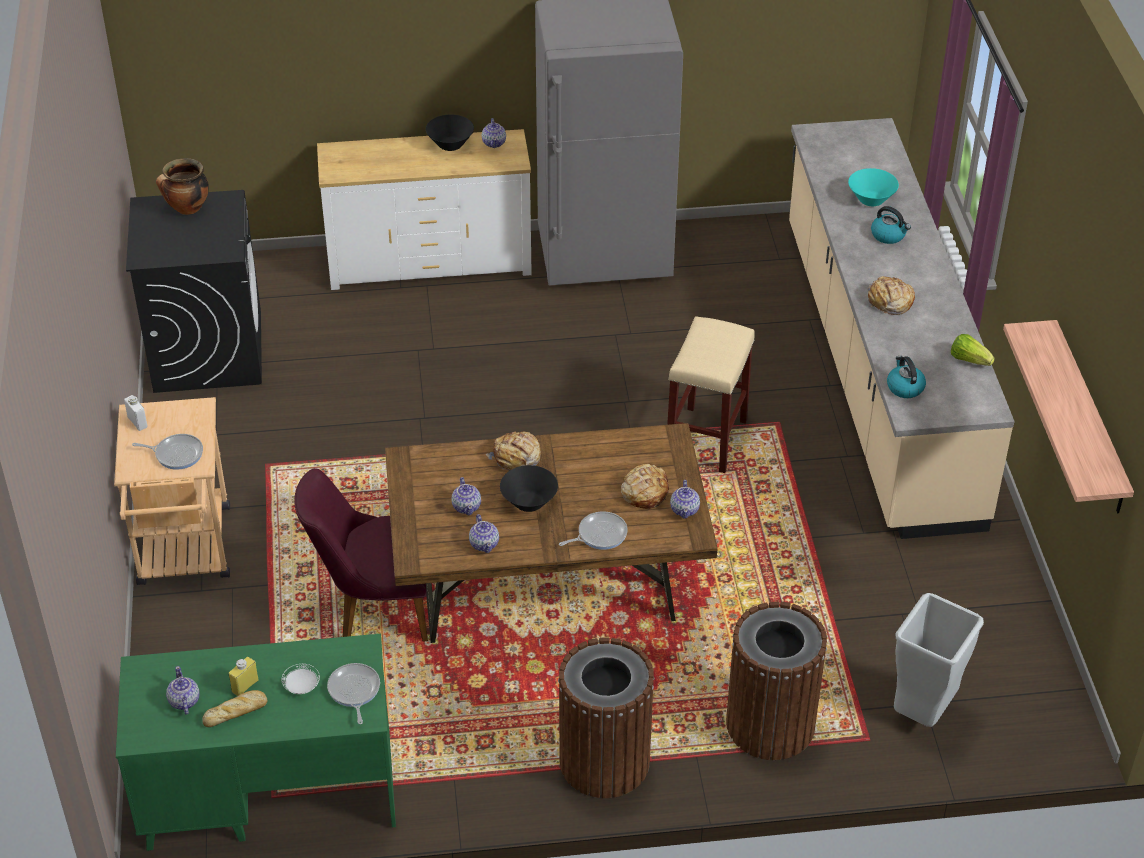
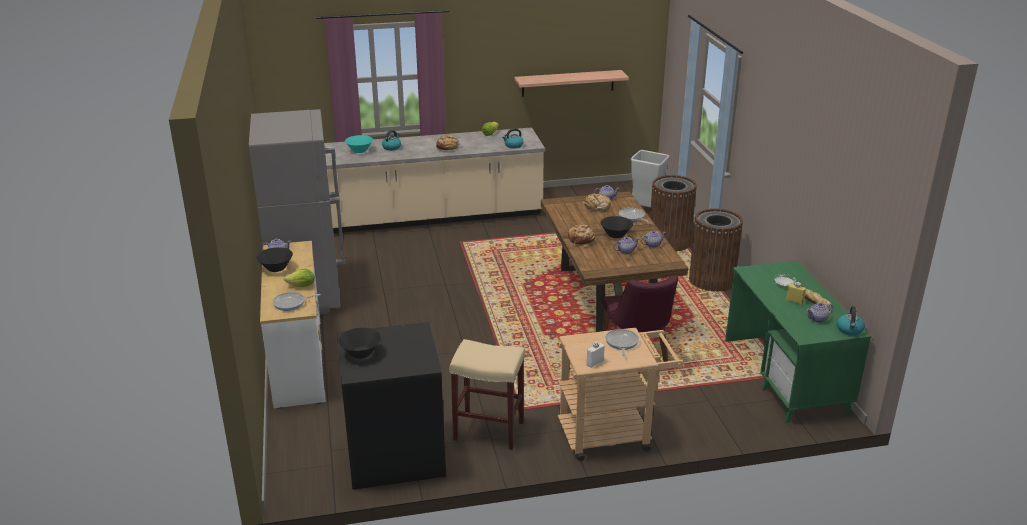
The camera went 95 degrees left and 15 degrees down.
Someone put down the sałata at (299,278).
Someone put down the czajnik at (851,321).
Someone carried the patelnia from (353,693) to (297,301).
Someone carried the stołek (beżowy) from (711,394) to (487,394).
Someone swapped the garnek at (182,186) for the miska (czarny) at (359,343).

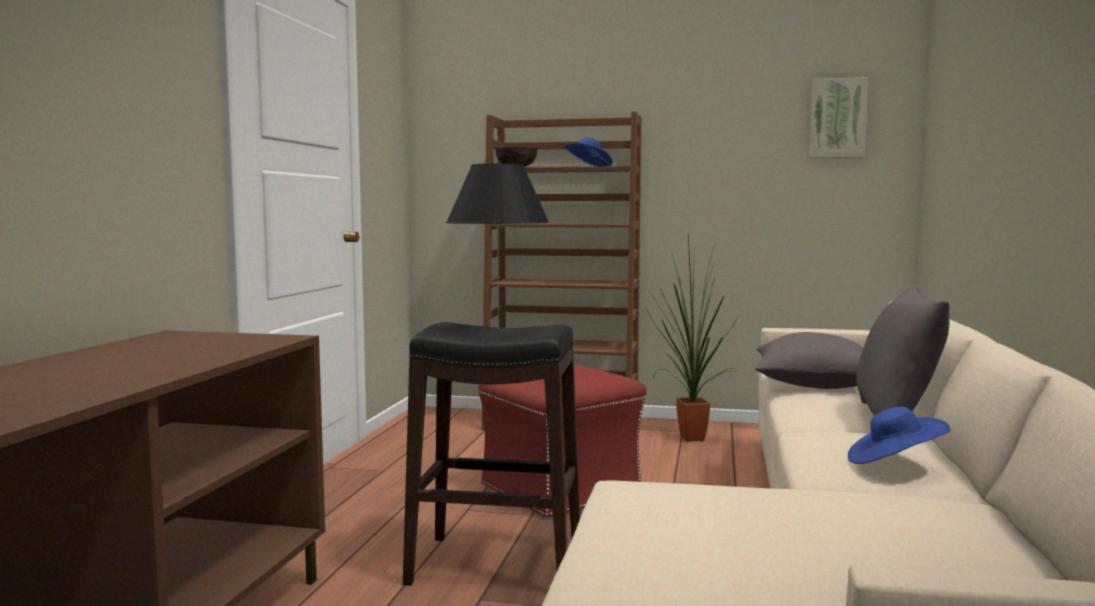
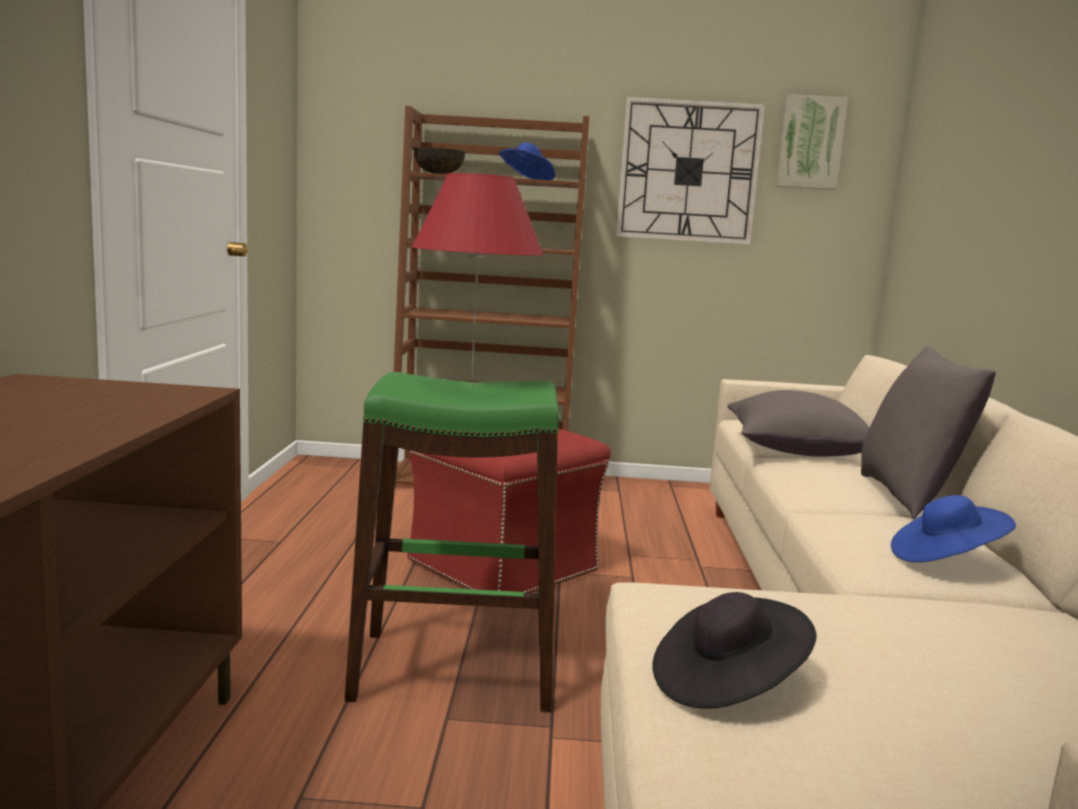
The camera went 10 degrees left and 5 degrees up.
Someone took away the roślina doniczkowa at (692,338).
Someone put up the zegar ścienny at (690,170).
Someone put down the kapelusz (czarny) at (734,650).
Someone repainted the stołek (czarny) at (491,454), which became the stołek (zielony) at (452,542).
Someone repainted the lampa stołowa (czarny) at (498,246), which became the lampa stołowa (czerwony) at (477,280).

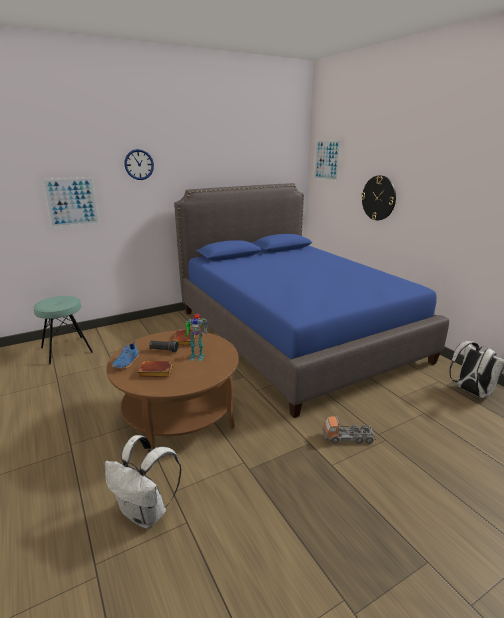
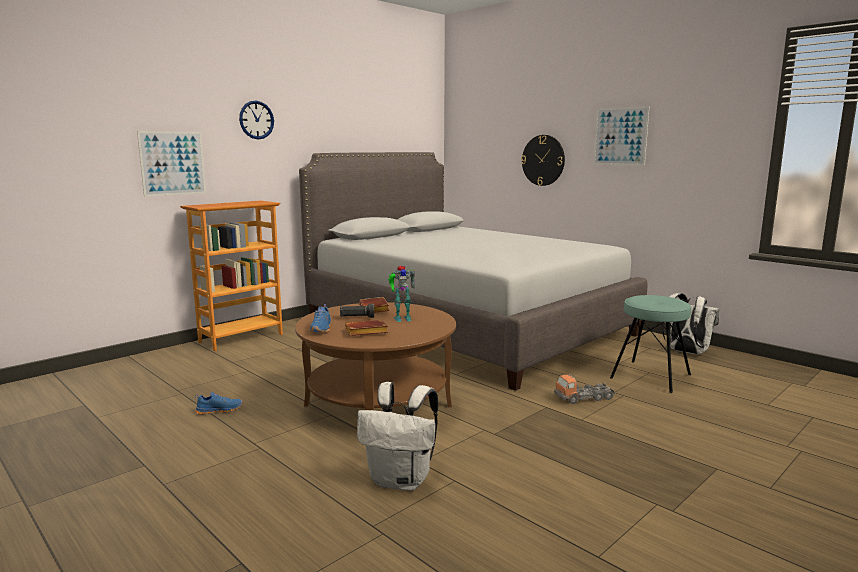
The camera went 15 degrees left and 10 degrees down.
Someone put down the regał at (231,275).
Someone put down the but (niebieski) at (219,403).
Someone carried the stołek (turkusowy) from (63,330) to (650,344).
Someone carried the obraz from (327,160) to (621,136).
Someone repainted the łóżko (niebieski) at (311,300), which became the łóżko (szary) at (473,271).

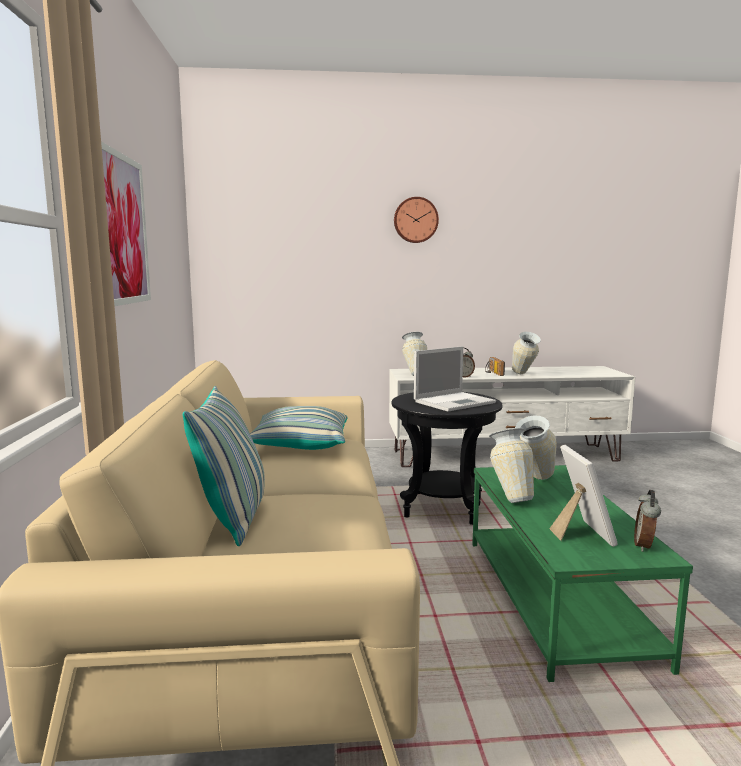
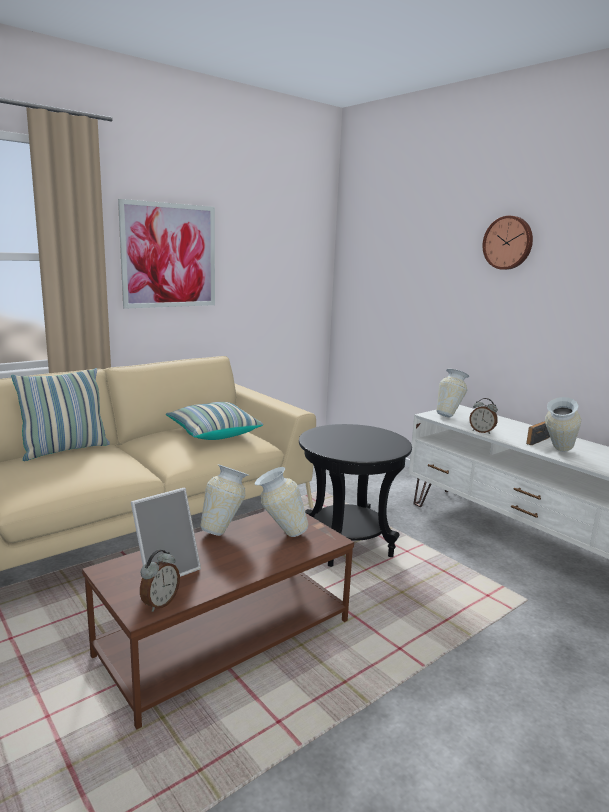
The camera went 55 degrees right and 5 degrees up.
Someone took away the laptop at (455,379).
Someone repainted the ława (zielony) at (582,573), which became the ława (brązowy) at (218,620).
Someone rotated the budzik at (647,521) by 135 degrees clockwise.

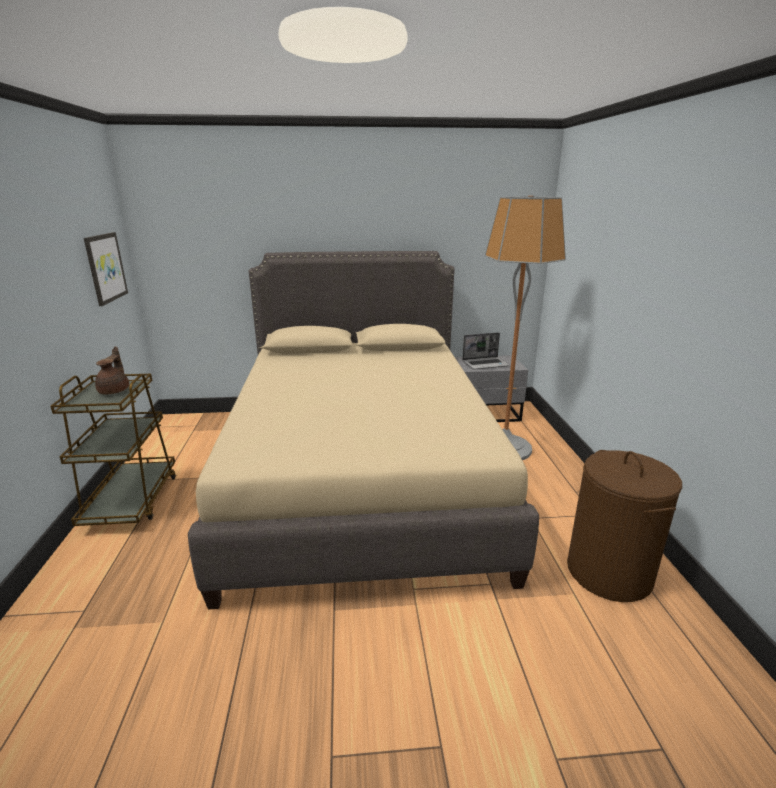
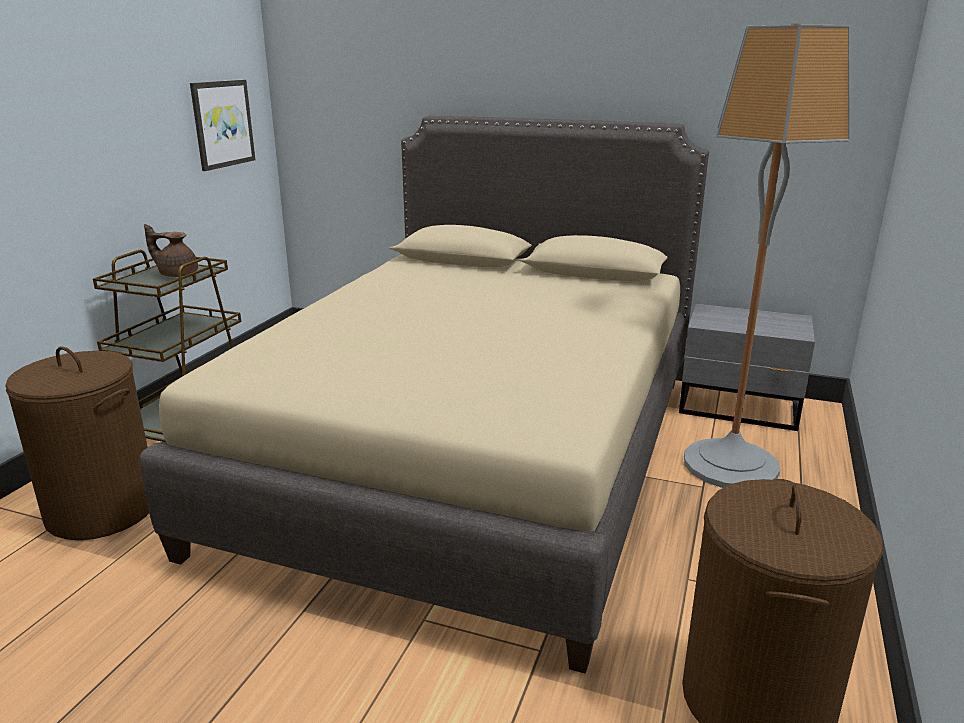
The camera went 25 degrees right and 0 degrees up.
Someone took away the laptop at (486,350).
Someone put down the kosz na pranie (brązowy) at (77,443).
Someone rotated the imbryk (brązowy) at (112,371) by 105 degrees counterclockwise.

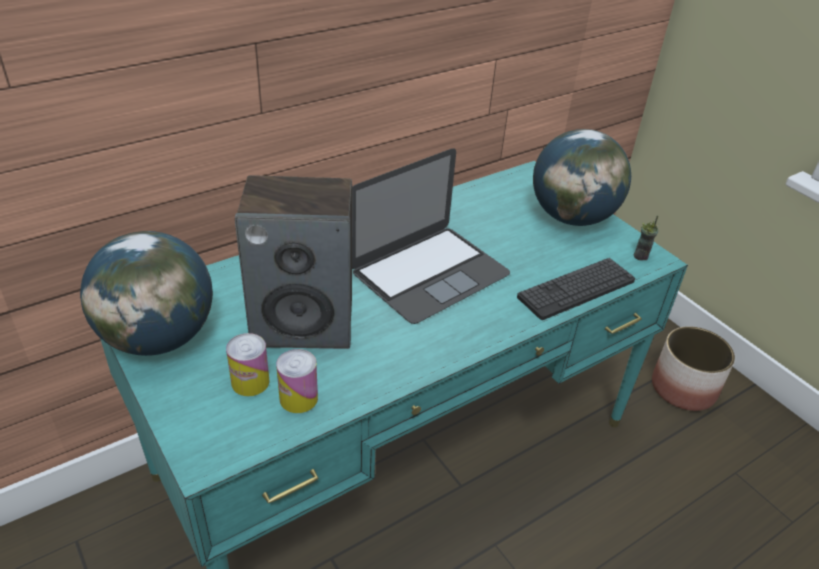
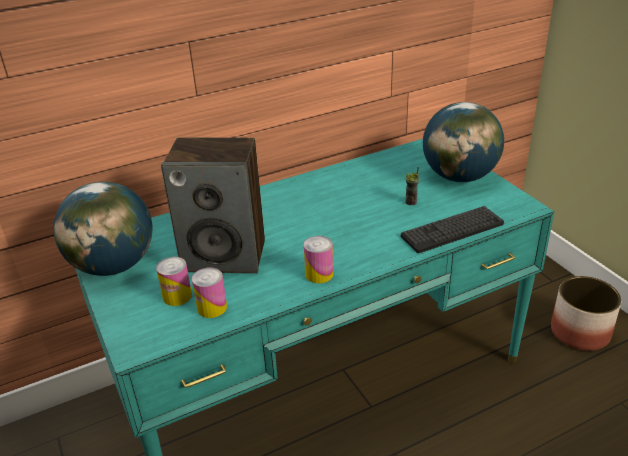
The camera went 10 degrees right and 5 degrees down.
Someone took away the laptop at (431,236).
Someone put down the puszka at (318,260).
Someone carried the filiżanka from (647,238) to (412,186).

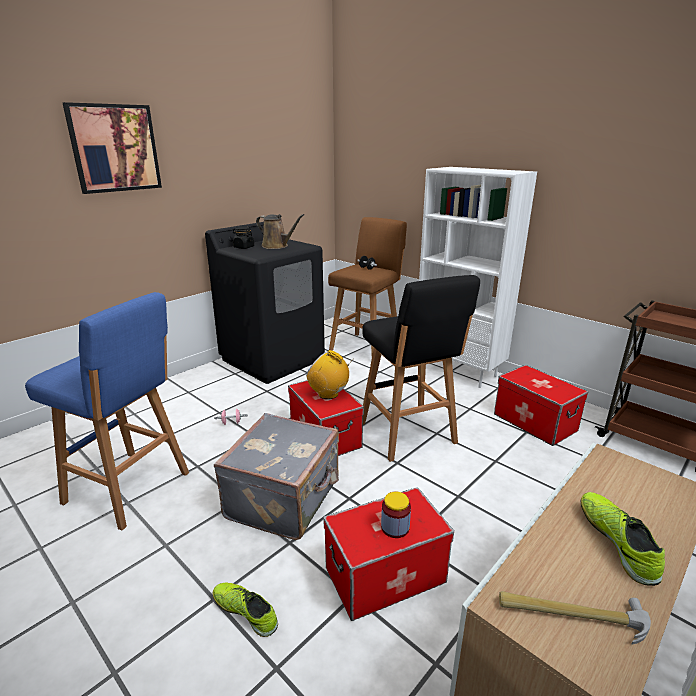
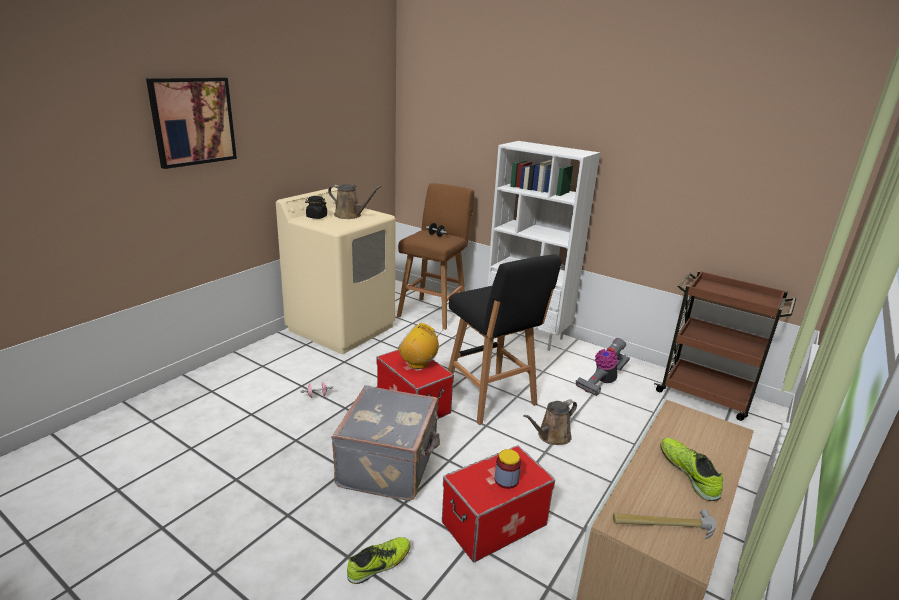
The camera went 10 degrees left and 0 degrees up.
Someone took away the stołek (niebieski) at (107,411).
Someone put down the konewka (brązowy) at (550,422).
Someone swapped the pojemnik do przechowywania at (541,405) for the odkurzacz at (603,367).
Someone repainted the pralka (czarny) at (265,303), which became the pralka (beżowy) at (336,270).
Someone rotated the but at (245,609) by 120 degrees clockwise.

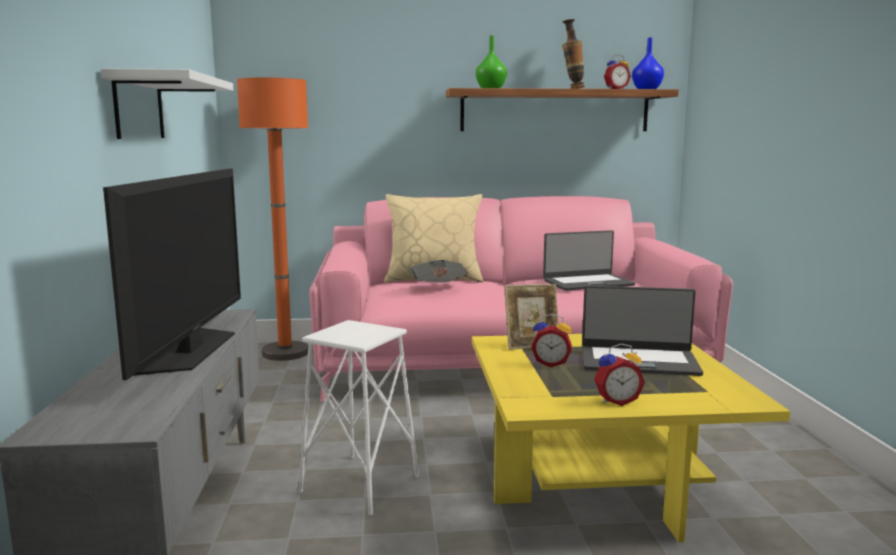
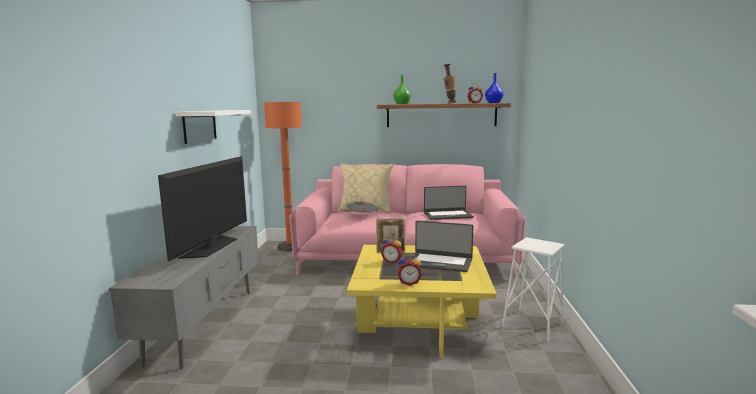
The camera went 10 degrees right and 0 degrees up.
Someone carried the stołek (biały) from (358,417) to (533,289).

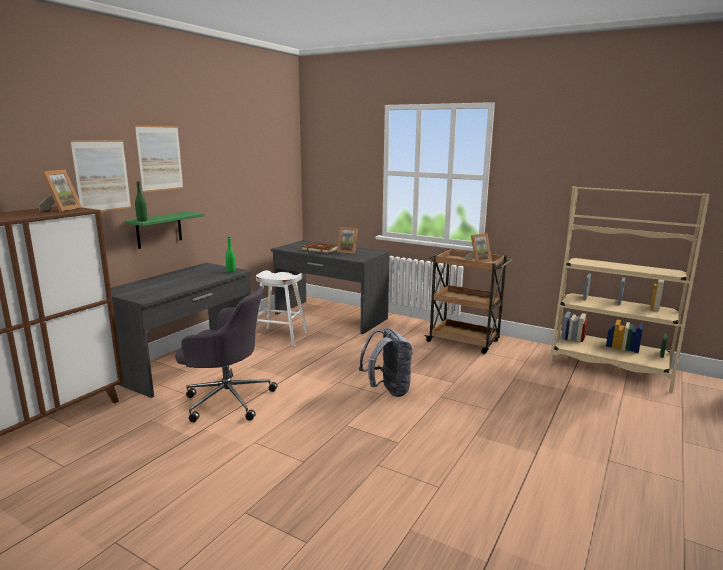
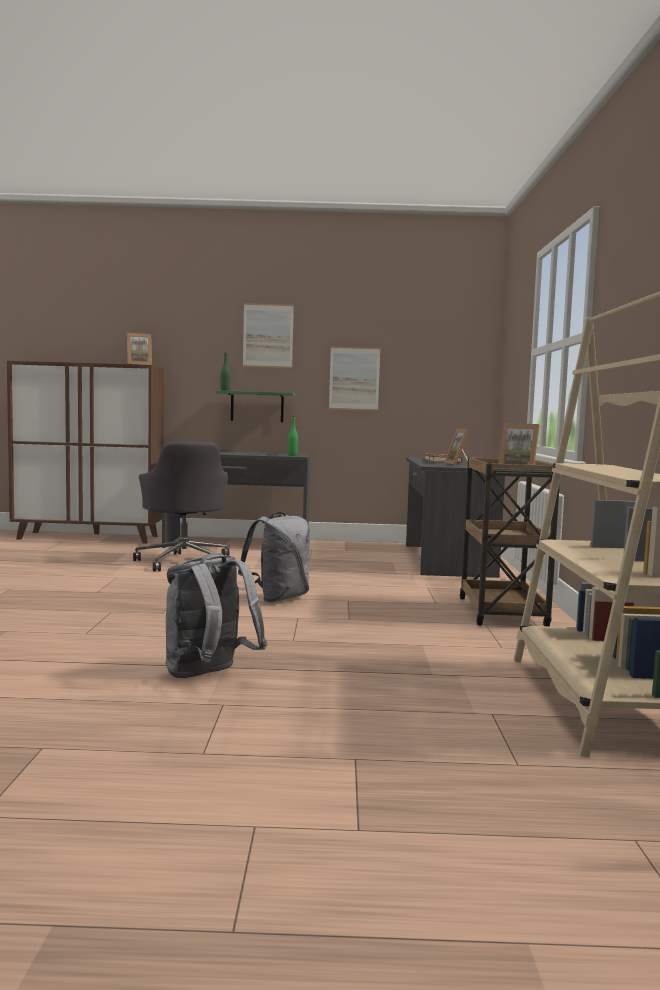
The camera went 60 degrees right and 10 degrees down.
Someone took away the stołek (biały) at (282,308).
Someone put down the plecak (szary) at (216,615).
Someone carried the obraz from (100,176) to (354,379).

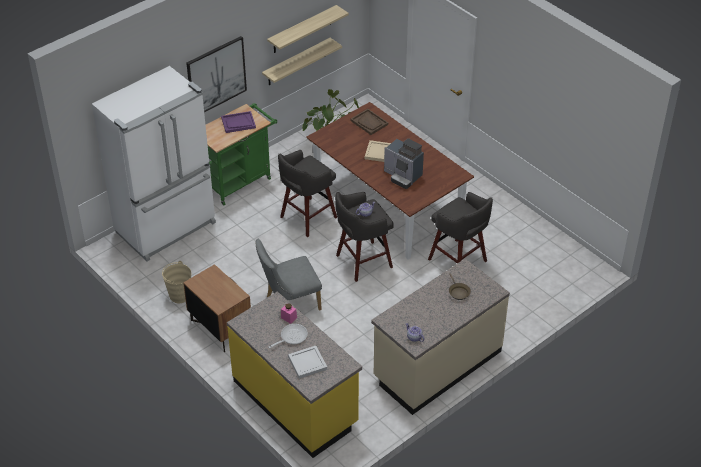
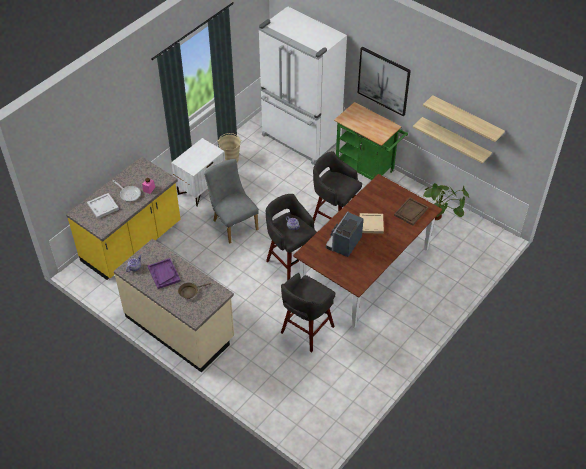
The camera went 80 degrees right and 5 degrees up.
Someone carried the taca (fioletowy) from (238,122) to (164,273).
Someone repainted the szafka nocna (brązowy) at (217,308), which became the szafka nocna (biały) at (198,172).

